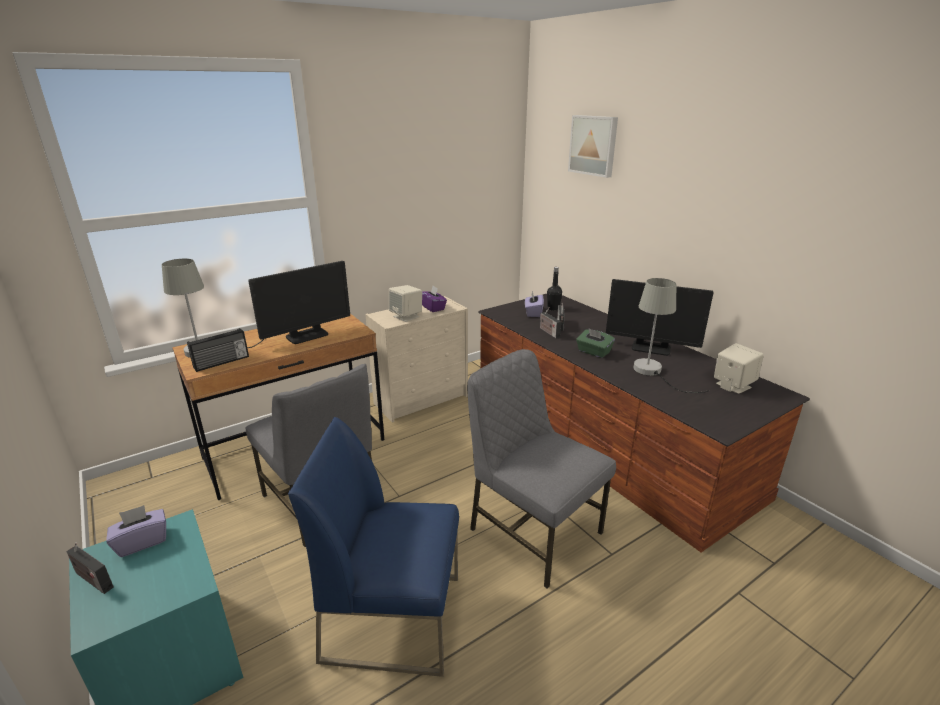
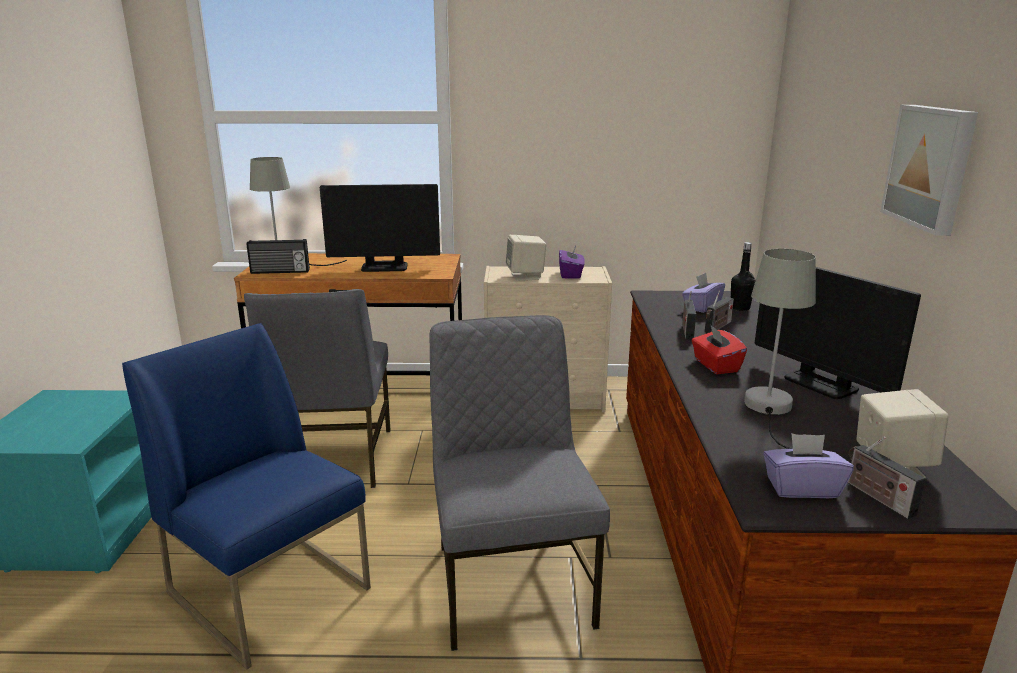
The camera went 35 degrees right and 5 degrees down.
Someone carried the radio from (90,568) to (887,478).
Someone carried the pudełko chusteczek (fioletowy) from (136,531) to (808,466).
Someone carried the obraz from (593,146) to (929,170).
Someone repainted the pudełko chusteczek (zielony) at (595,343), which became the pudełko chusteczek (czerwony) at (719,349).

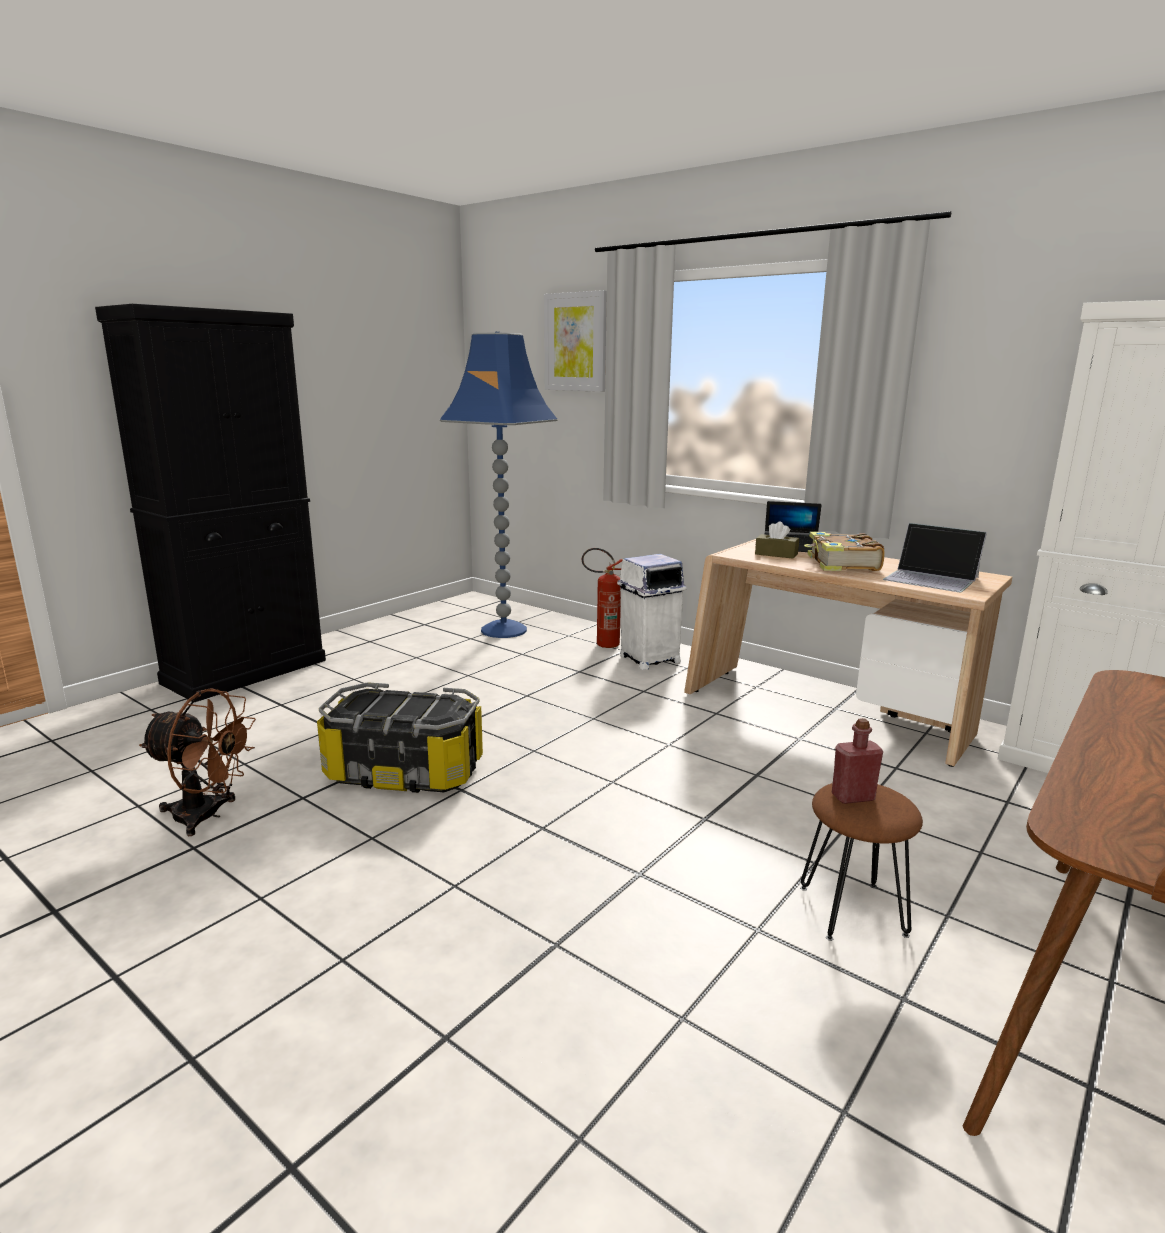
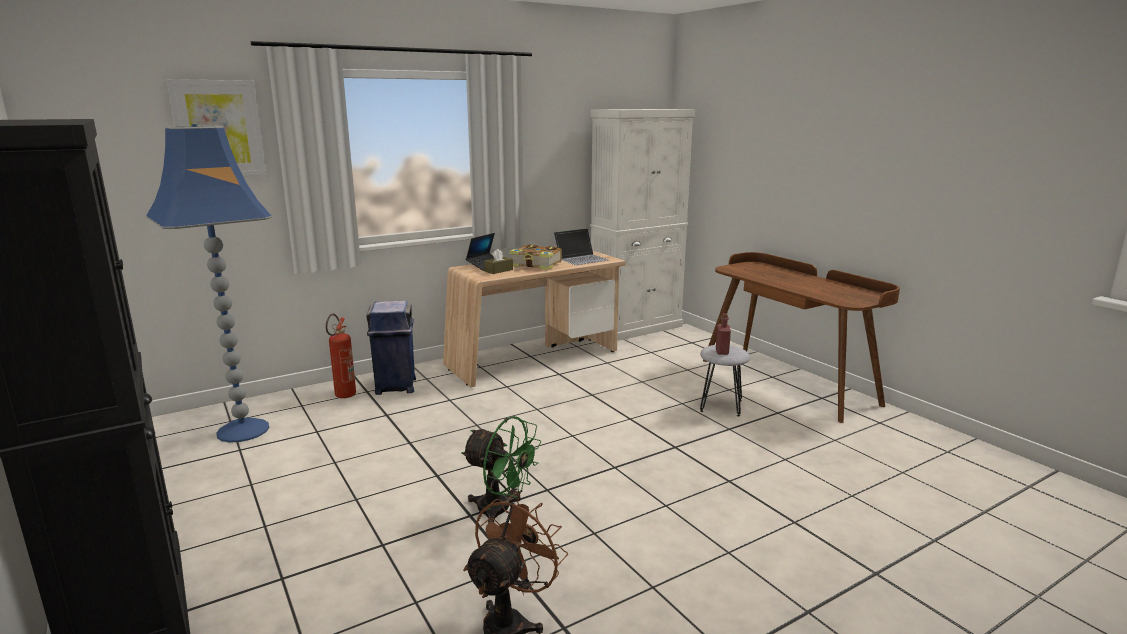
The camera went 70 degrees left and 0 degrees up.
Someone swapped the pojemnik do przechowywania at (400,738) for the wentylator (zielony) at (501,469).
Someone repainted the kosz na śmieci (biały) at (652,612), which became the kosz na śmieci (niebieski) at (391,348).
Someone repainted the stołek (brązowy) at (861,862), which became the stołek (szary) at (725,380).

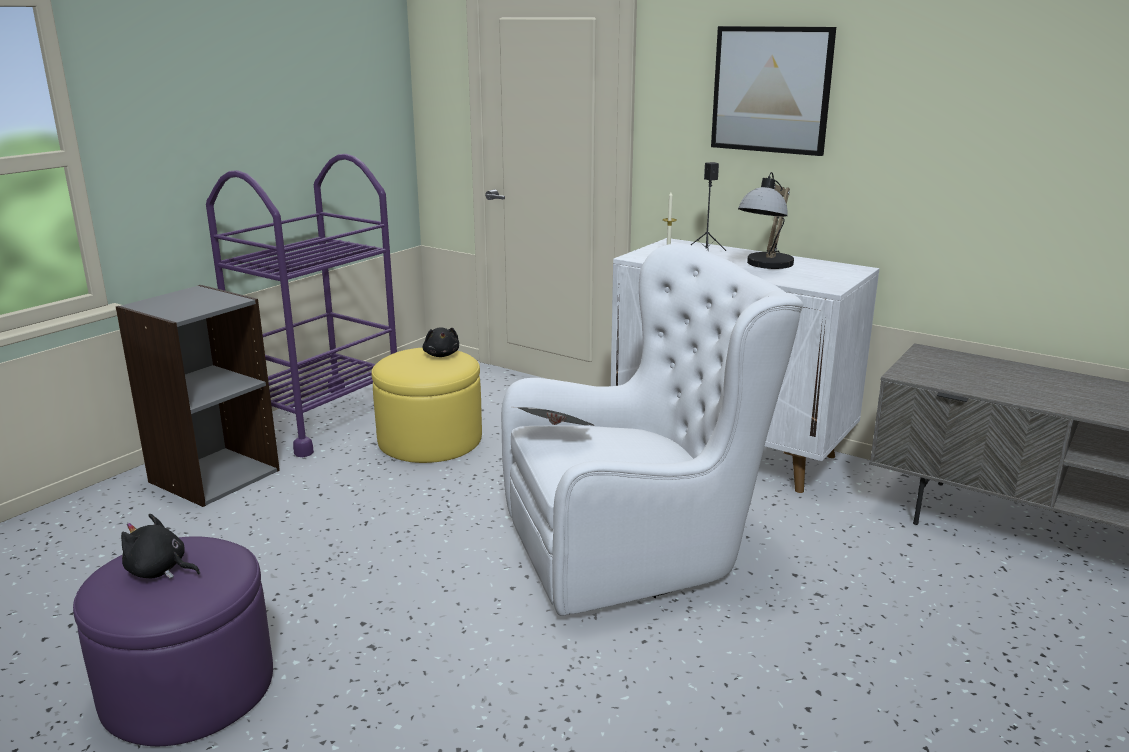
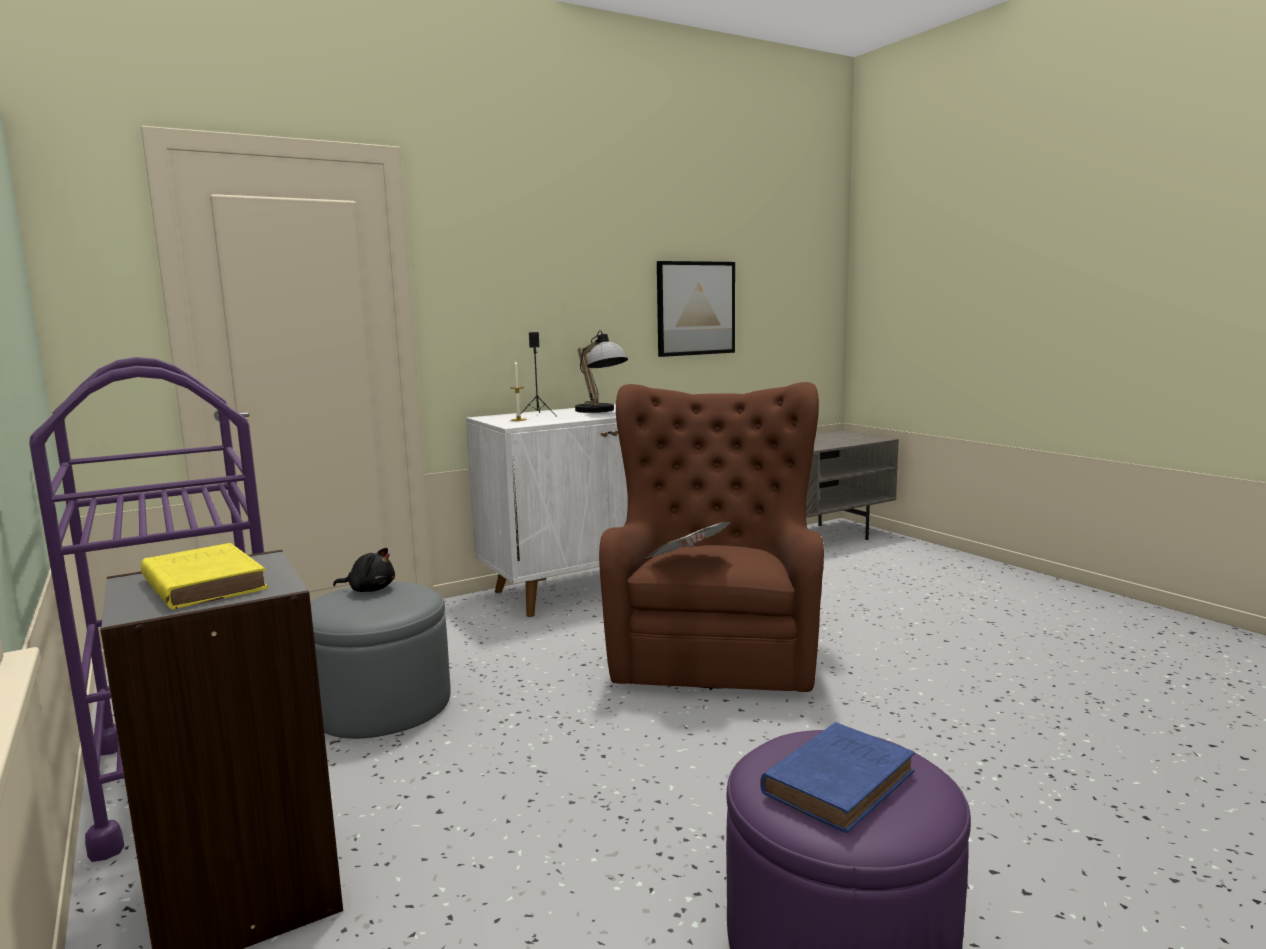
The camera went 65 degrees left and 10 degrees down.
Someone put down the książka (żółty) at (204,576).
Someone carried the obraz from (773,91) to (696,309).
Someone swapped the pluszak (czarny) at (160,546) for the książka (niebieski) at (837,777).
Someone repainted the pufa (żółty) at (427,405), which became the pufa (szary) at (380,660).
Someone repainted the fotel (biały) at (652,430), which became the fotel (brązowy) at (711,537).

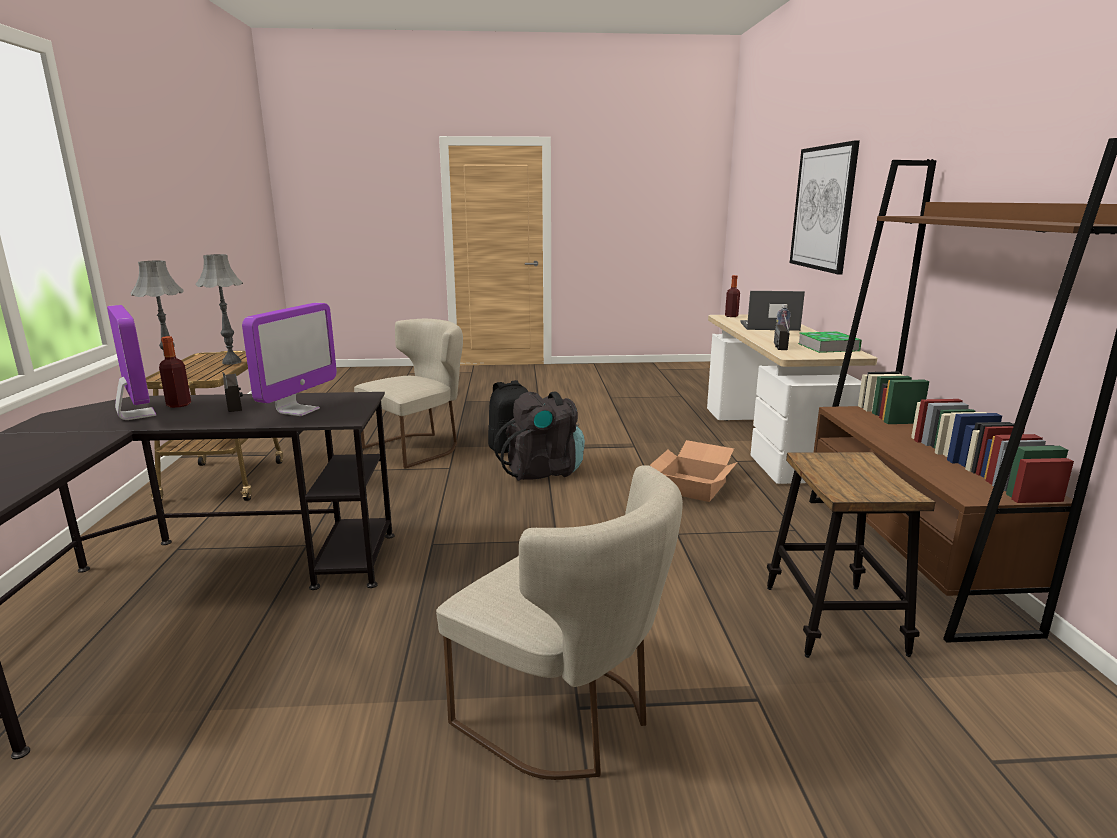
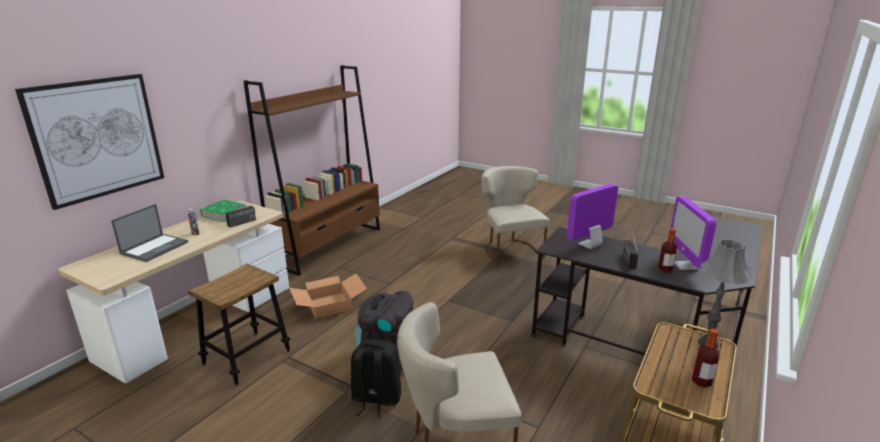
The camera went 145 degrees left and 5 degrees up.
Someone took away the lampa stołowa (szary) at (219,309).
Someone carried the butelka from (732,296) to (705,358).
Someone carried the stołek from (851,555) to (239,325).
Someone rotated the laptop at (772,311) by 105 degrees counterclockwise.

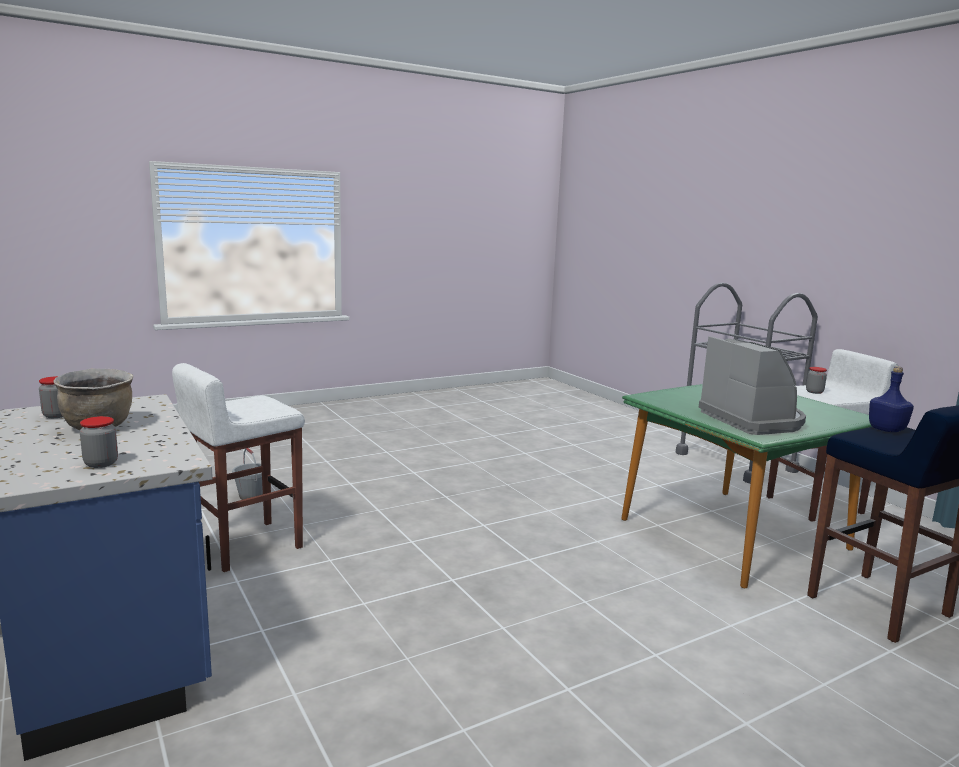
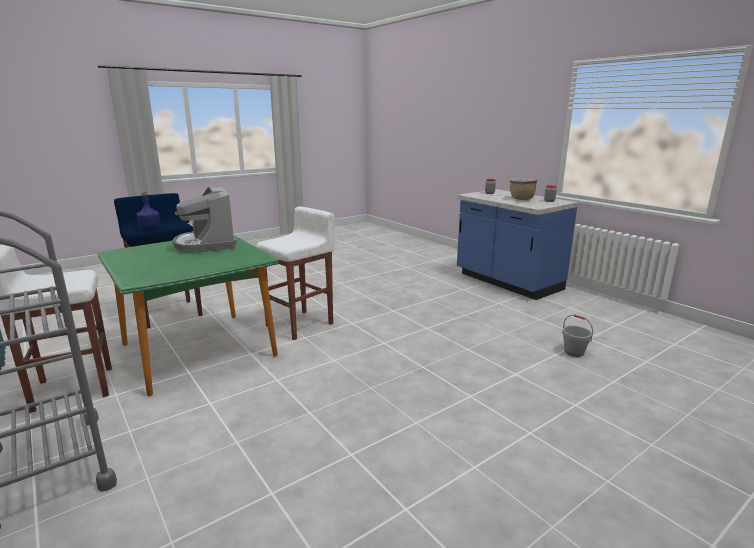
The camera went 175 degrees right and 5 degrees up.
Someone took away the słoik at (816,380).
Someone carried the stołek (biały) from (238,467) to (295,273).

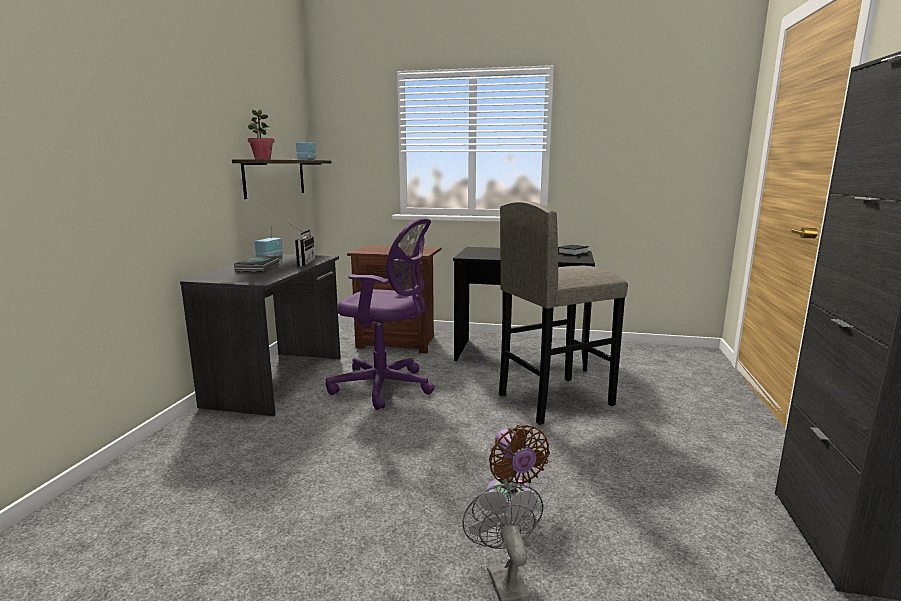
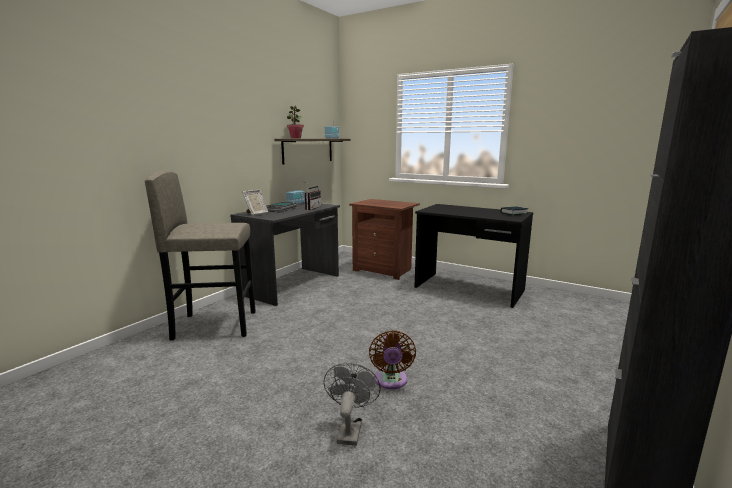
The camera went 20 degrees right and 0 degrees up.
Someone took away the krzesło biurowe (fioletowy) at (380,314).
Someone put down the ramka na zdjęcie at (255,203).
Someone carried the stołek (szary) from (563,313) to (200,255).

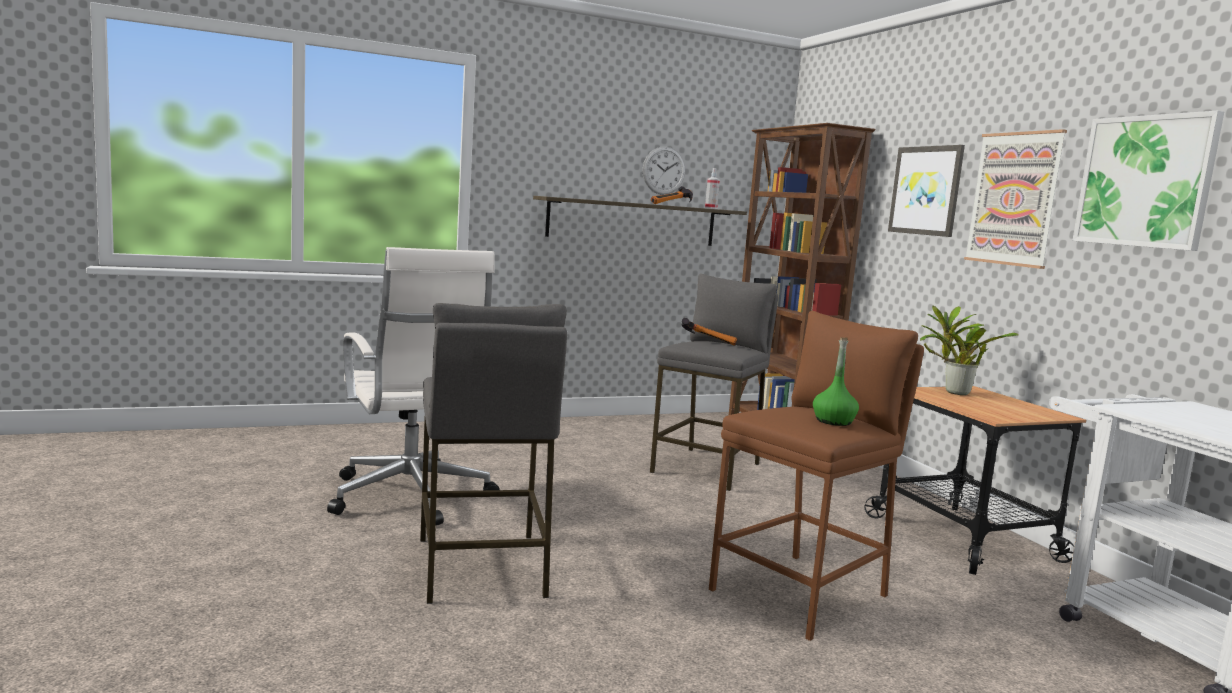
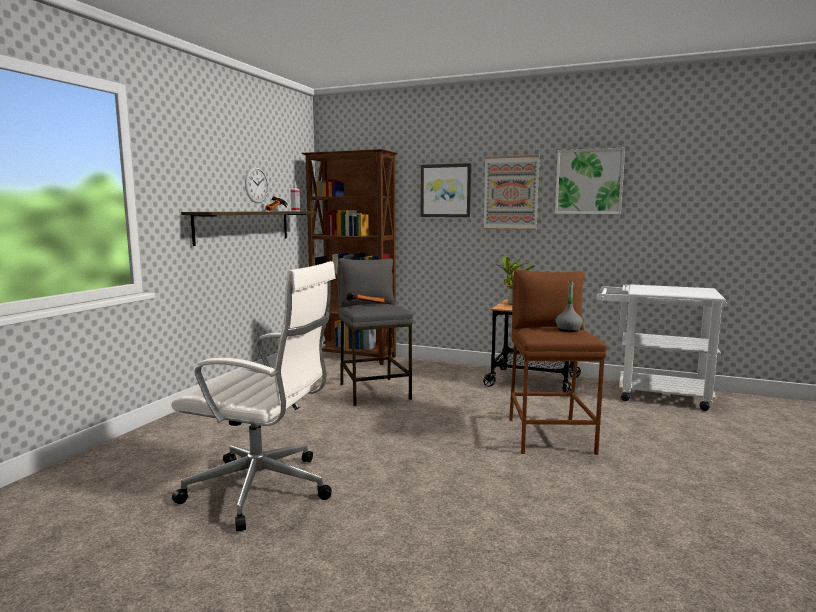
The camera went 45 degrees left and 0 degrees up.
Someone took away the stołek (szary) at (493,453).
Someone repainted the butelka (zielony) at (836,382), which became the butelka (szary) at (569,306).

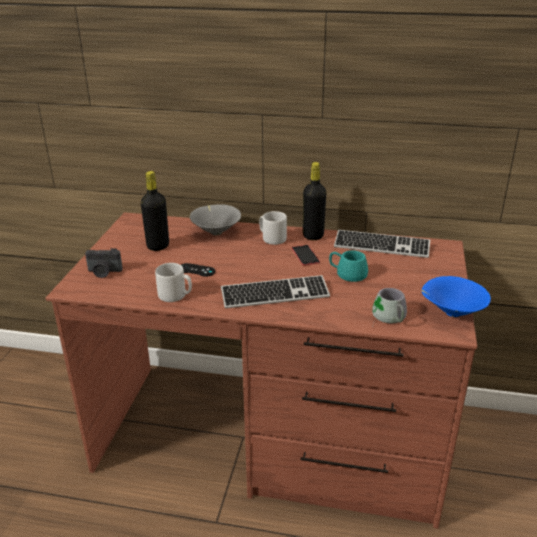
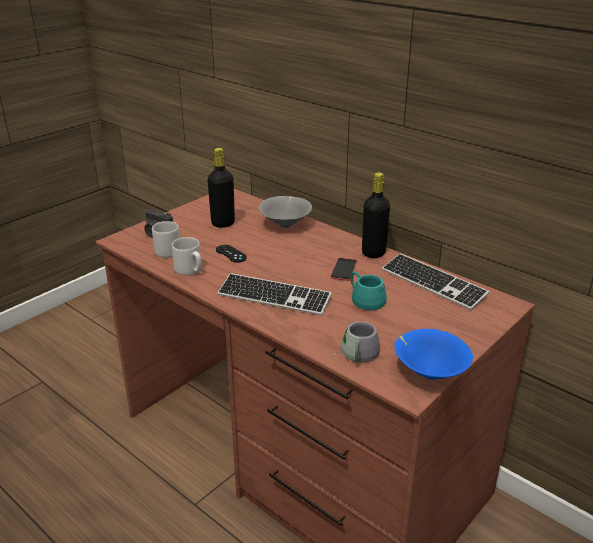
The camera went 30 degrees right and 0 degrees up.
Someone carried the kubek (szary) from (273,228) to (166,239).

